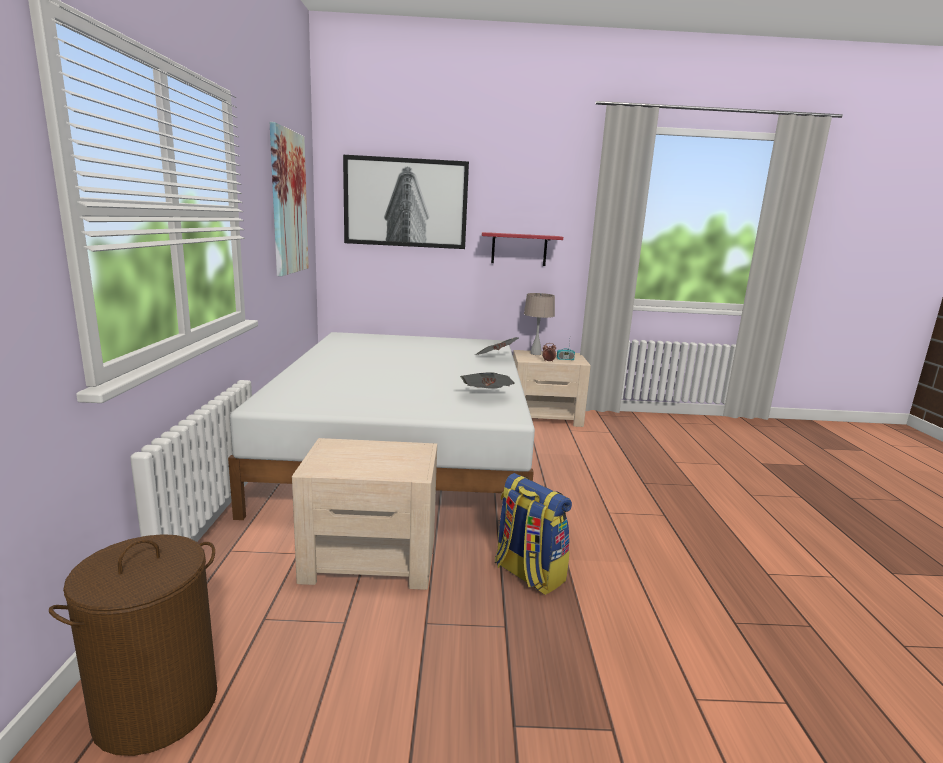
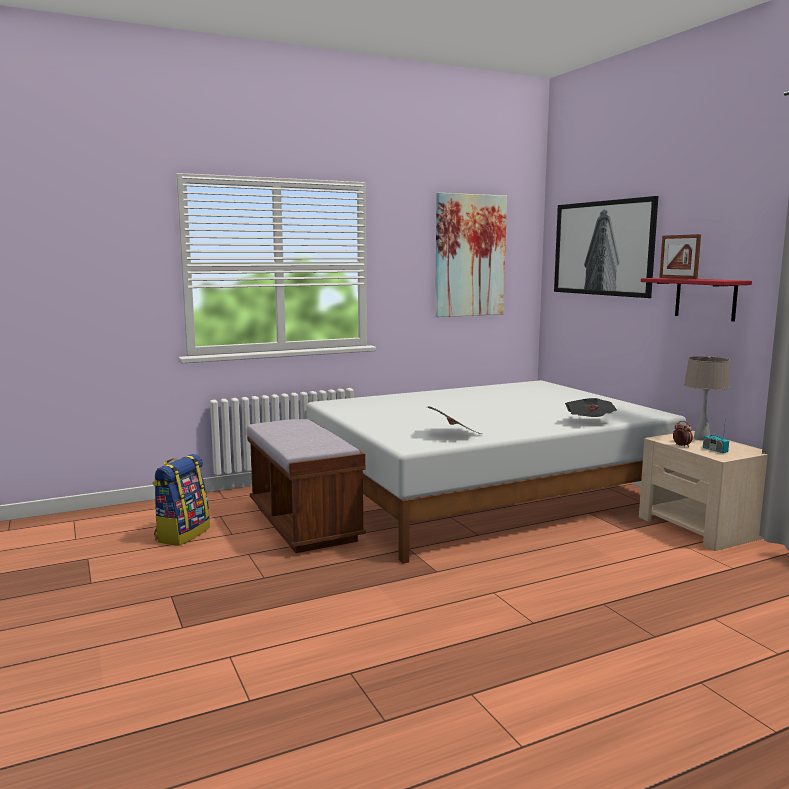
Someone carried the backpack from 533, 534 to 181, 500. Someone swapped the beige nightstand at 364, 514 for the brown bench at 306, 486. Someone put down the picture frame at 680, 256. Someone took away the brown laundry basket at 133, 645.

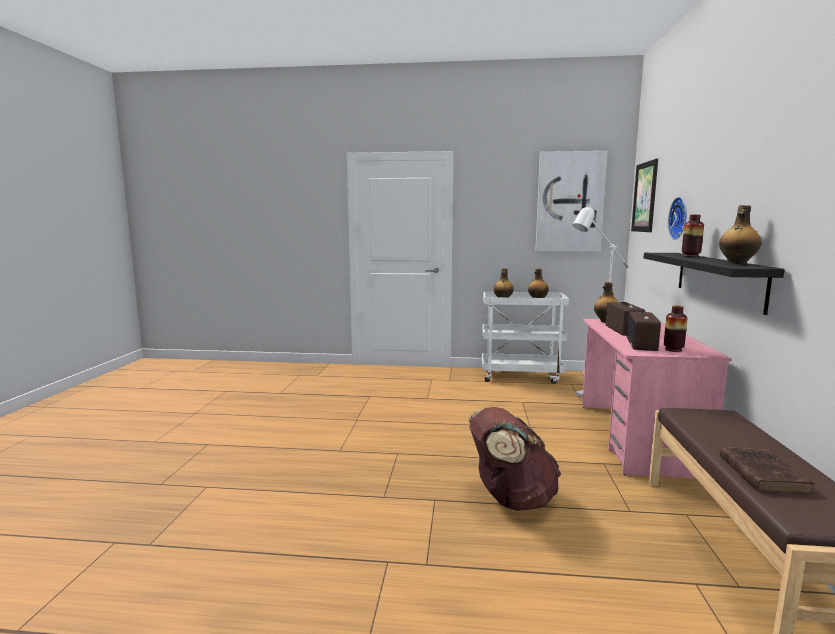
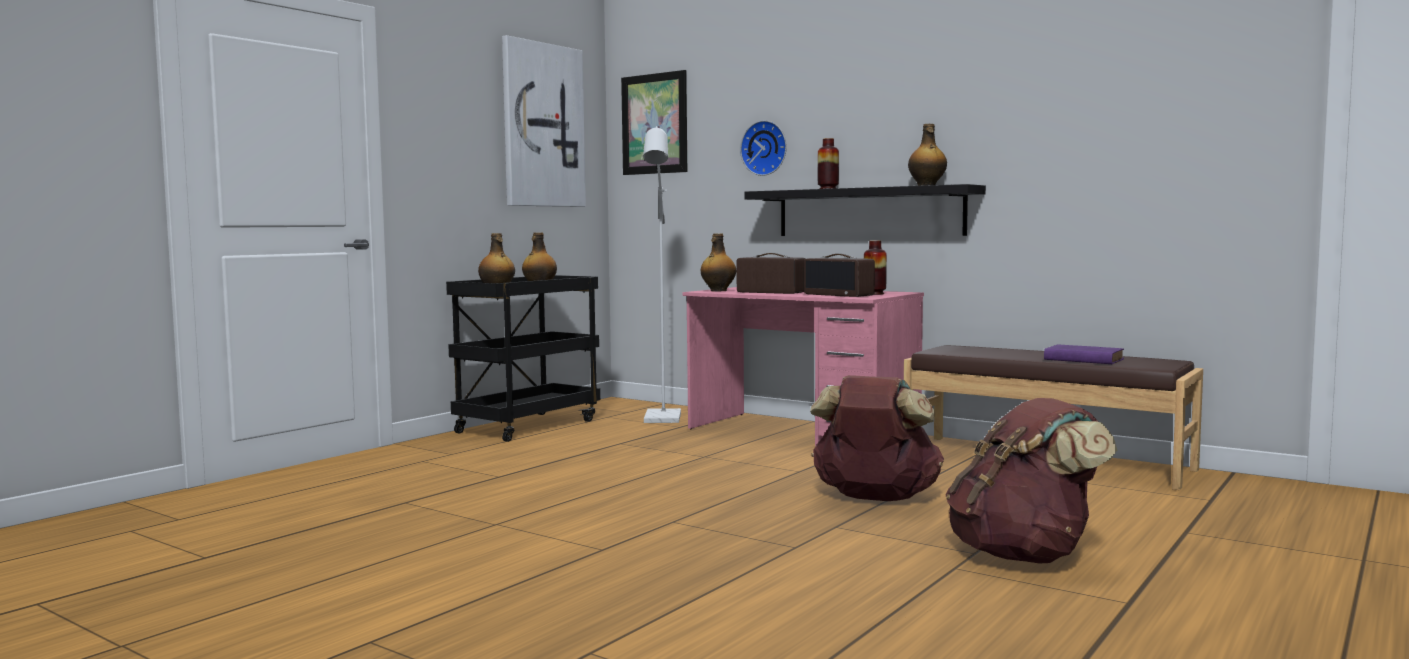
Someone repainted the white cart at 525, 338, which became the black cart at 523, 358. Someone put down the brown backpack at 1031, 480. Someone repainted the brown book at 767, 470, which became the purple book at 1084, 354.

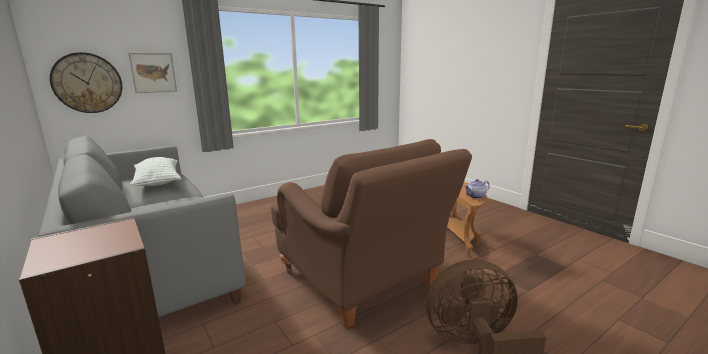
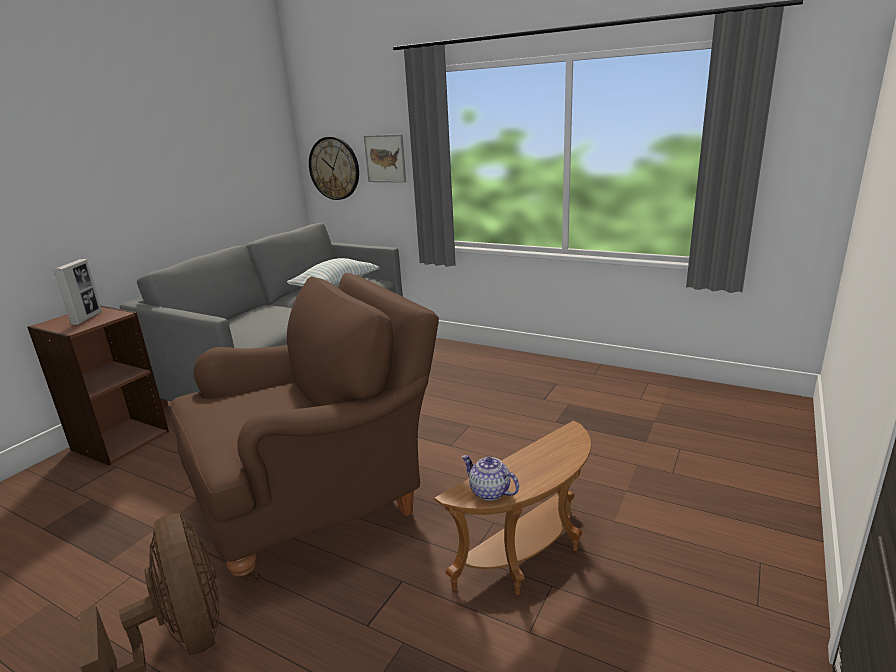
Someone put down the picture frame at 77, 292. Someone rotated the brown armchair at 371, 234 by 150 degrees counterclockwise.

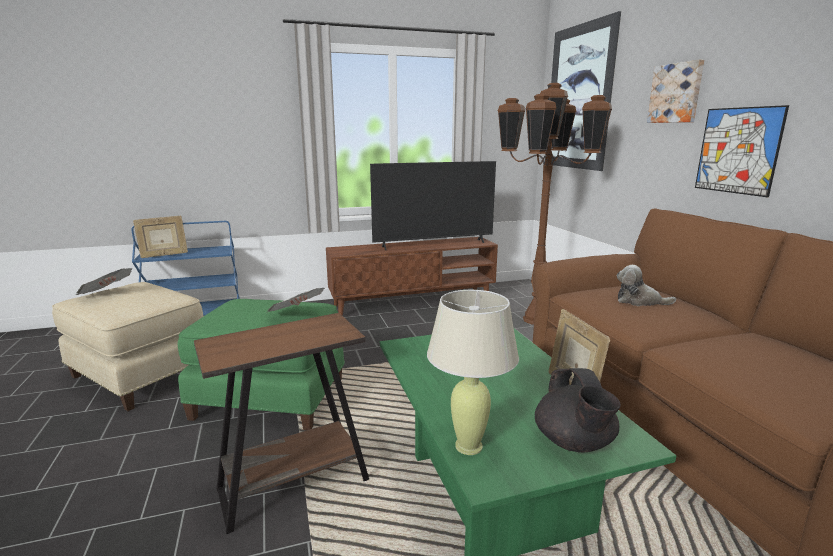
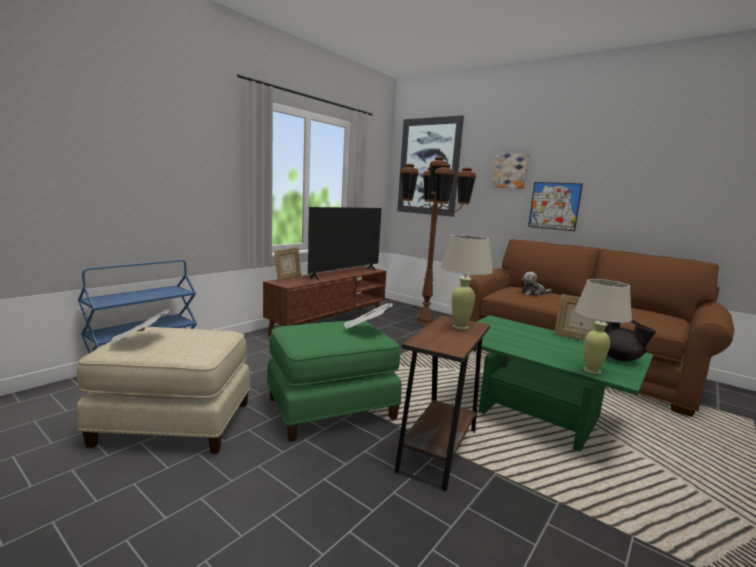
Someone carried the picture frame from 160, 237 to 287, 264. Someone put down the beige table lamp at 467, 282.

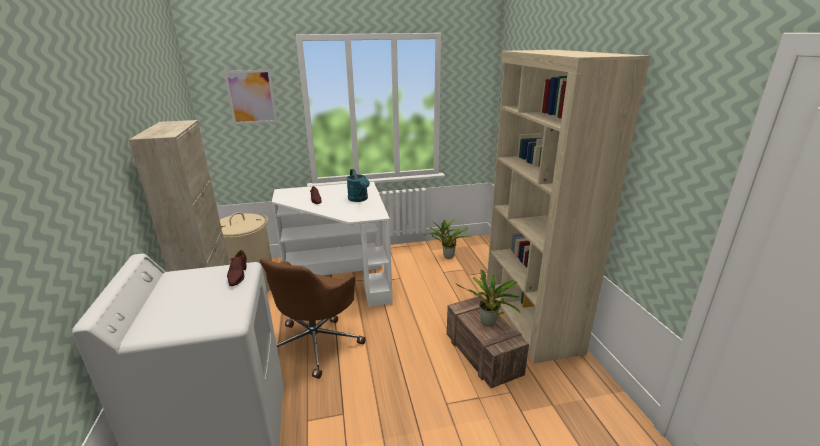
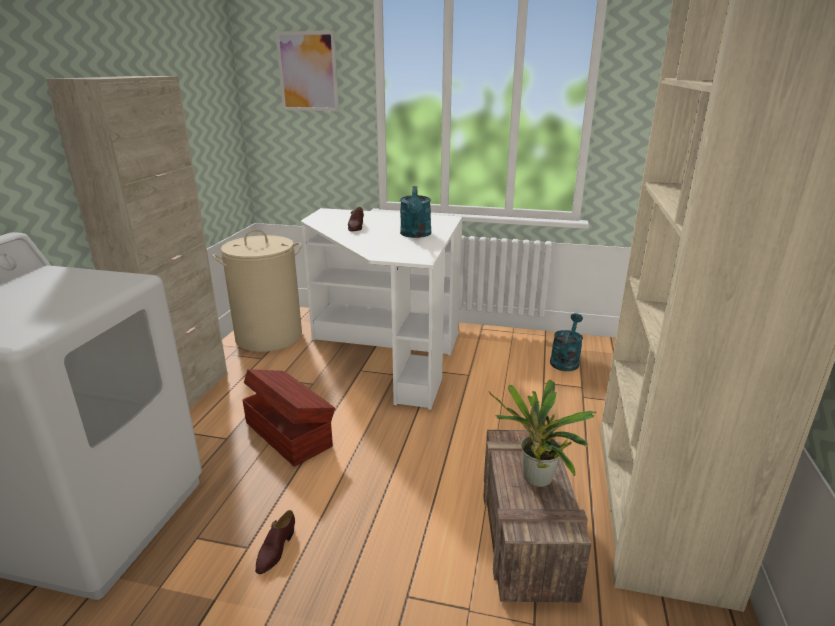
Someone swapped the brown office chair at 313, 318 for the brown storage box at 288, 418. Someone carried the brown shoe from 237, 268 to 275, 542. Someone swapped the potted plant at 447, 239 for the turquoise watering can at 566, 342.

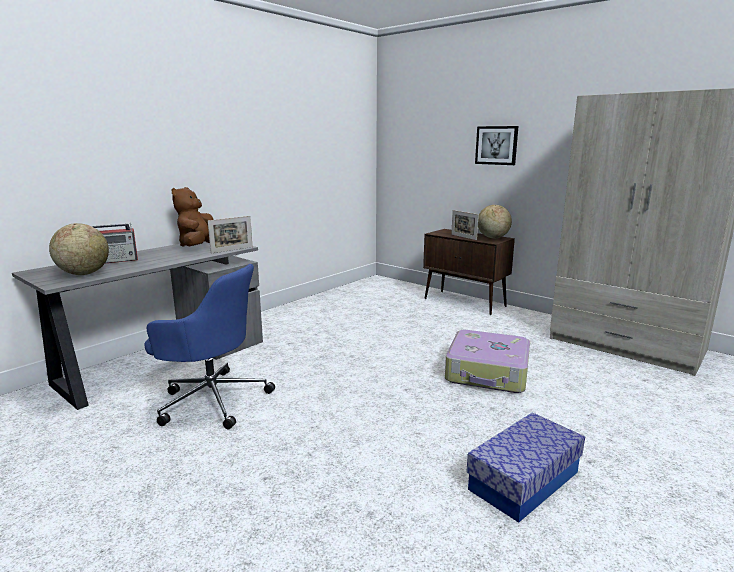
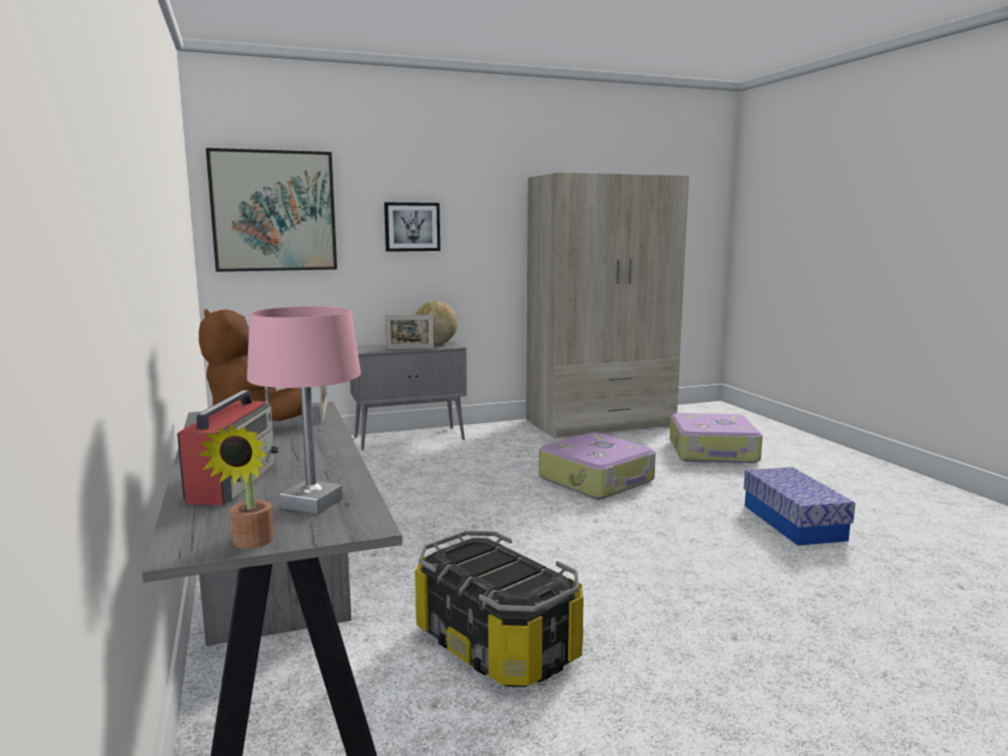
Someone put down the potted plant at 236, 486. Someone put up the picture at 271, 210. Someone swapped the globe at 79, 249 for the pink table lamp at 304, 410. Someone repainted the brown cabinet at 469, 272, which became the grey cabinet at 408, 395. Someone swapped the blue office chair at 209, 346 for the storage box at 499, 609. Someone put down the suitcase at 716, 438.

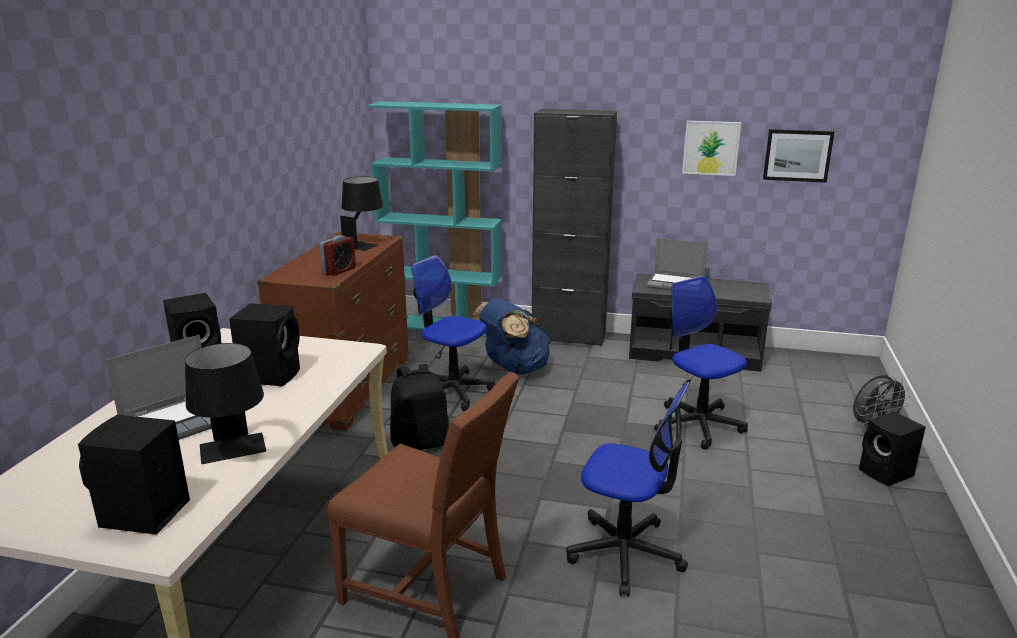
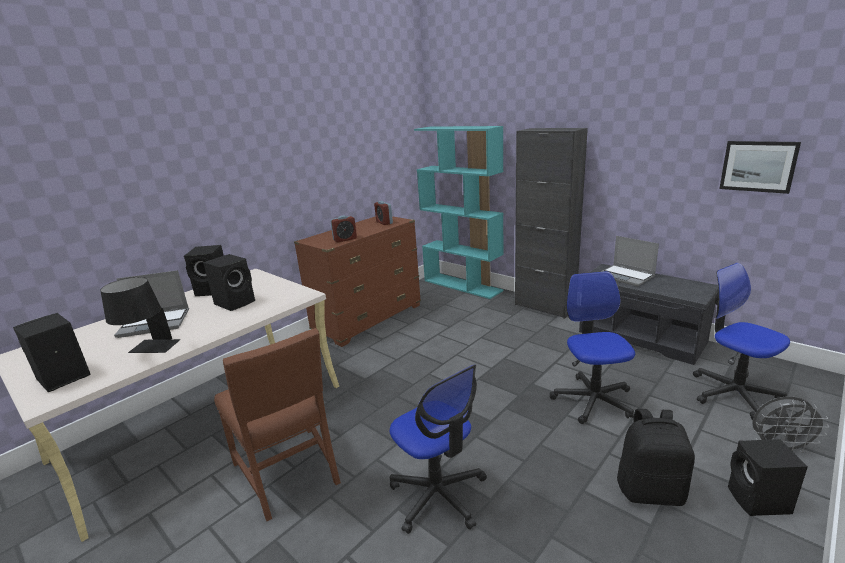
Someone swapped the black table lamp at 361, 213 for the alarm clock at 383, 213. Someone carried the black backpack from 419, 407 to 656, 457. Someone carried the office chair from 453, 333 to 741, 341. Someone took away the blue backpack at 512, 336. Someone took away the picture at 711, 148.

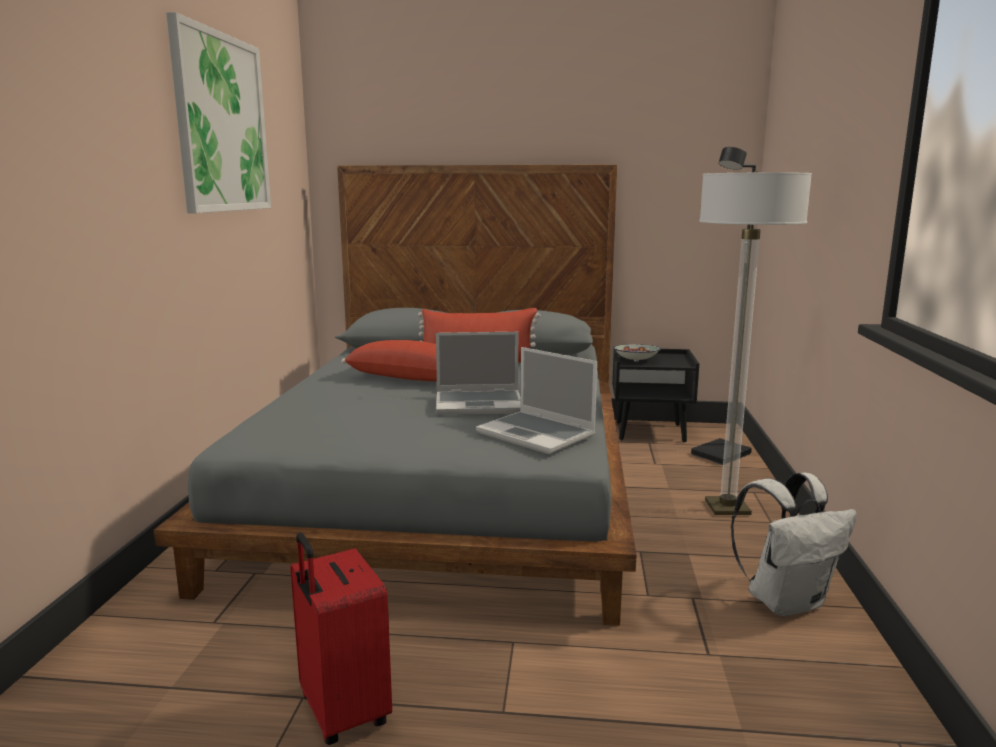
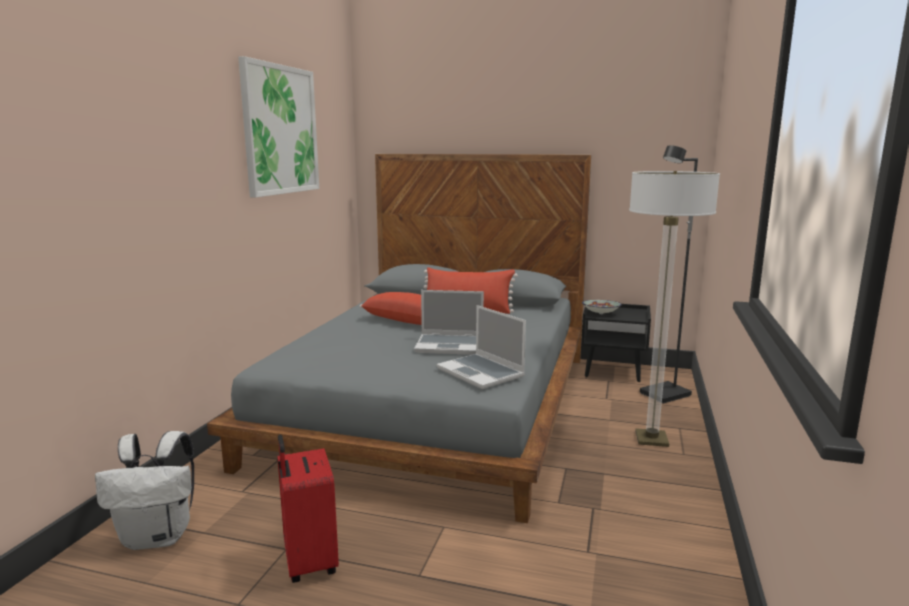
Someone carried the white backpack from 794, 544 to 144, 490.

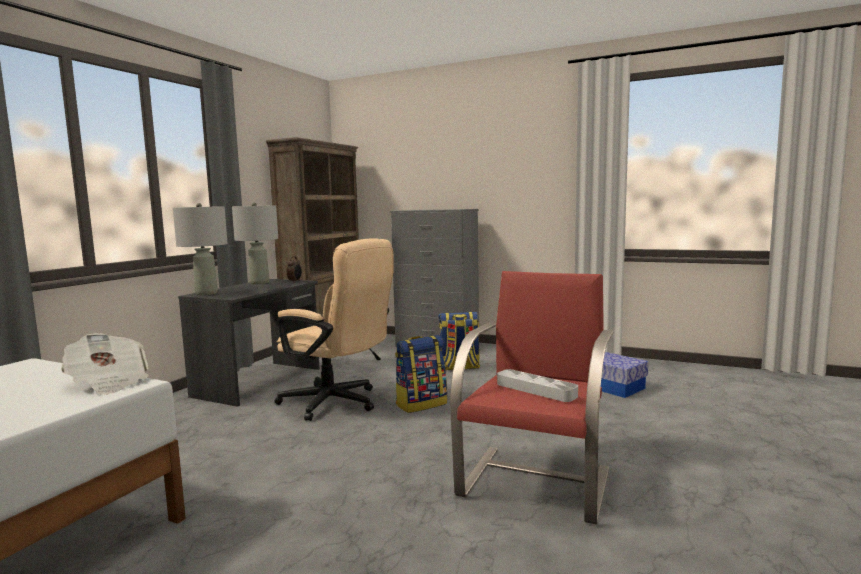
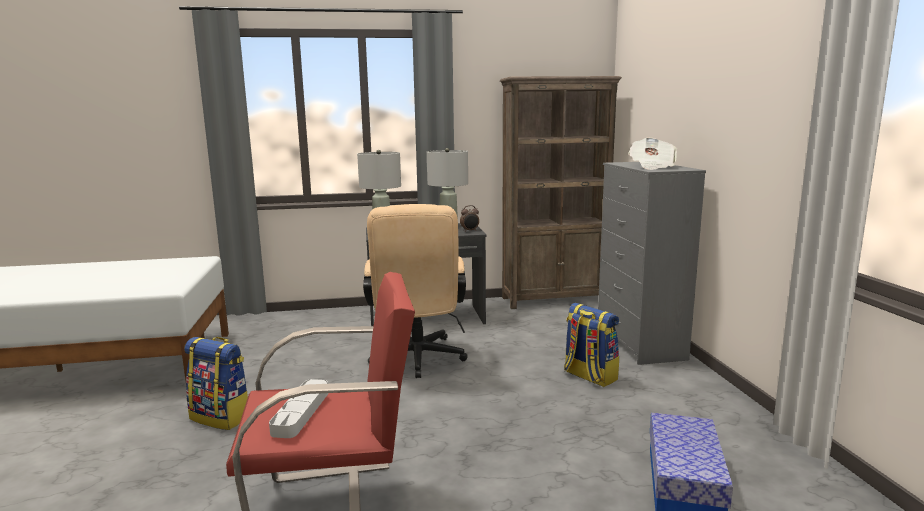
Someone carried the backpack from 421, 374 to 216, 383. Someone carried the newspaper from 105, 364 to 652, 154.

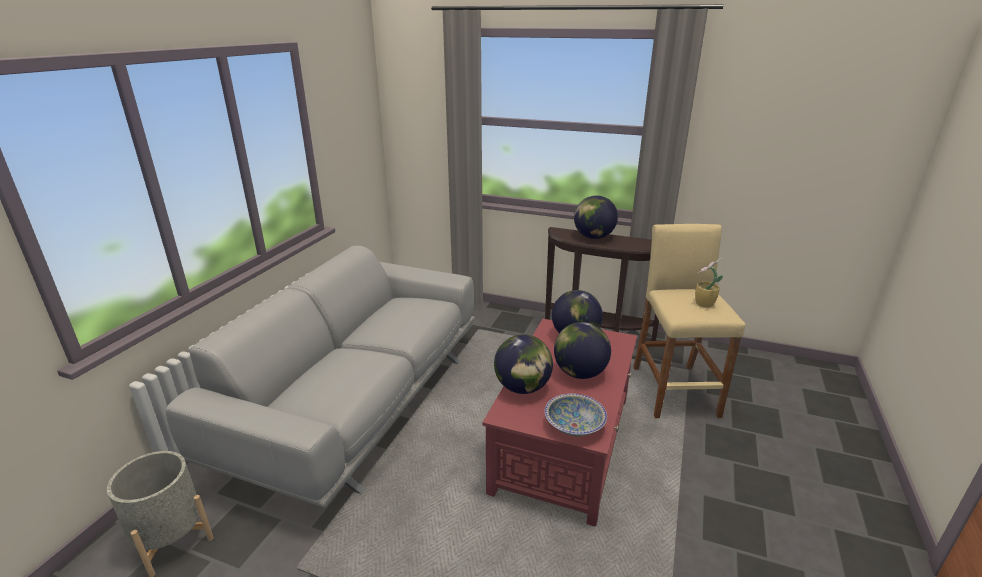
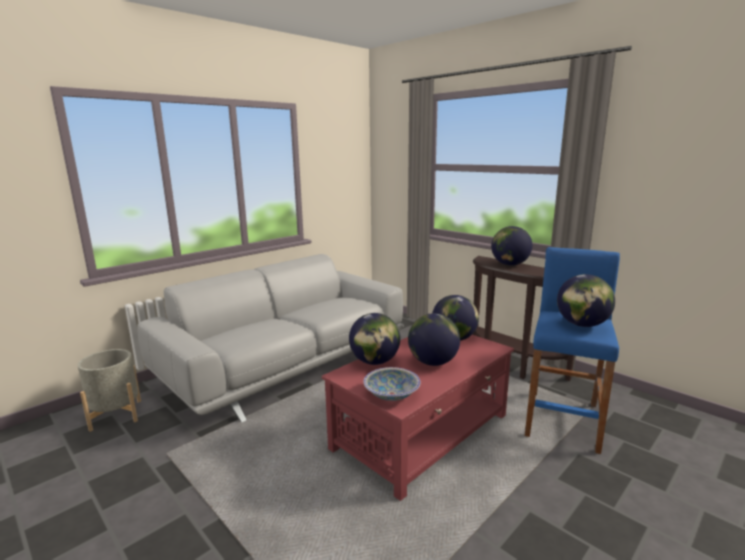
Someone repainted the beige stool at 689, 321, which became the blue stool at 572, 350. Someone swapped the potted plant at 709, 283 for the globe at 586, 300.

